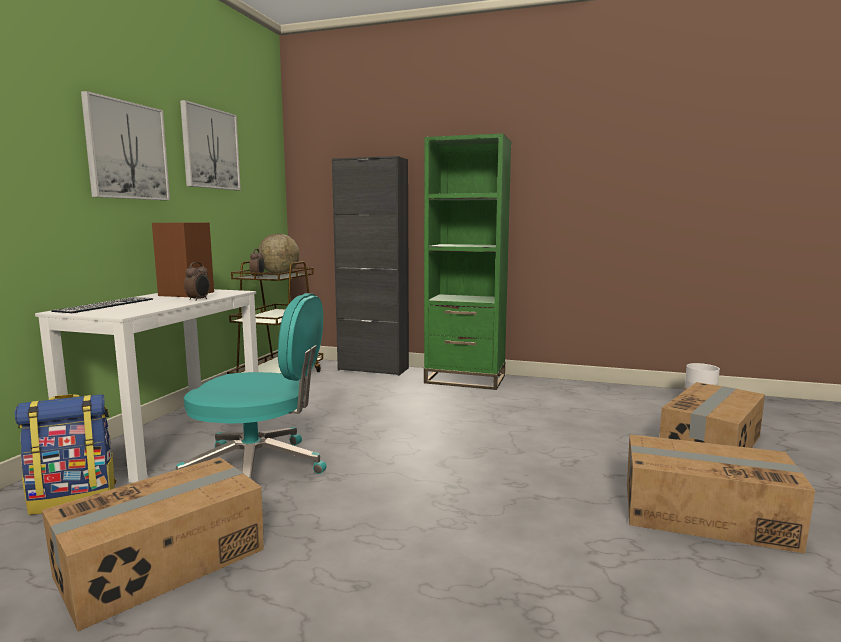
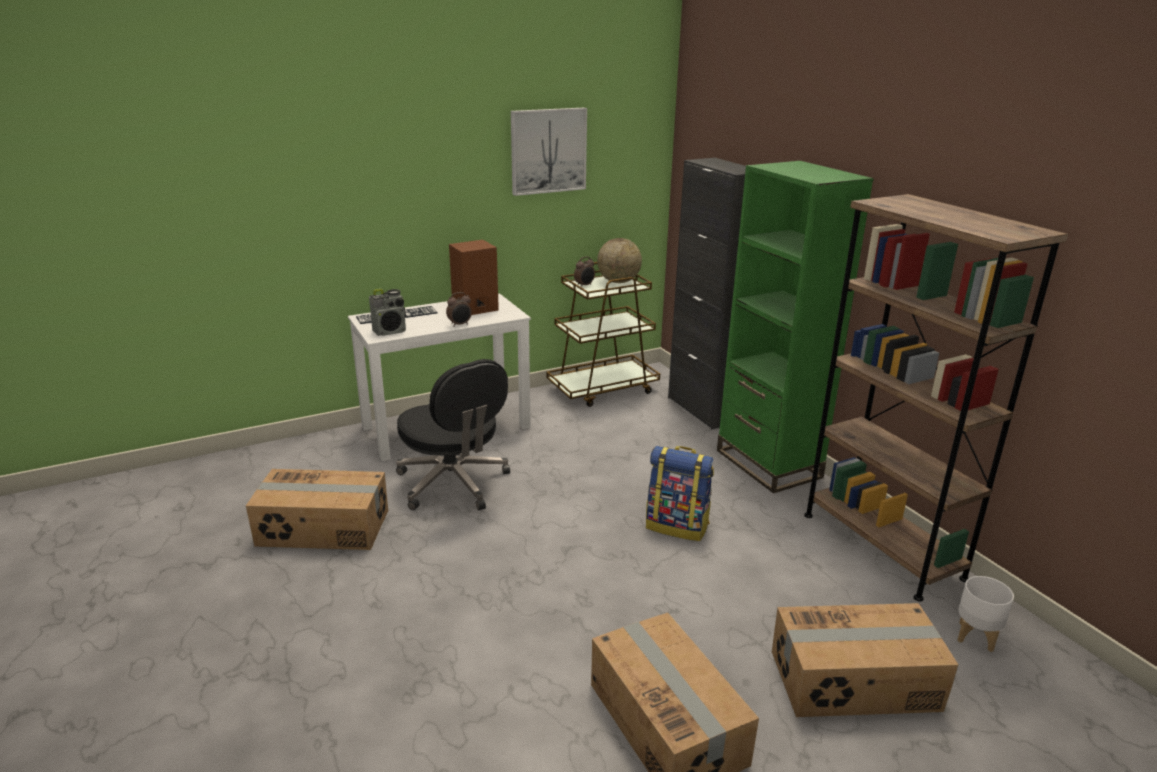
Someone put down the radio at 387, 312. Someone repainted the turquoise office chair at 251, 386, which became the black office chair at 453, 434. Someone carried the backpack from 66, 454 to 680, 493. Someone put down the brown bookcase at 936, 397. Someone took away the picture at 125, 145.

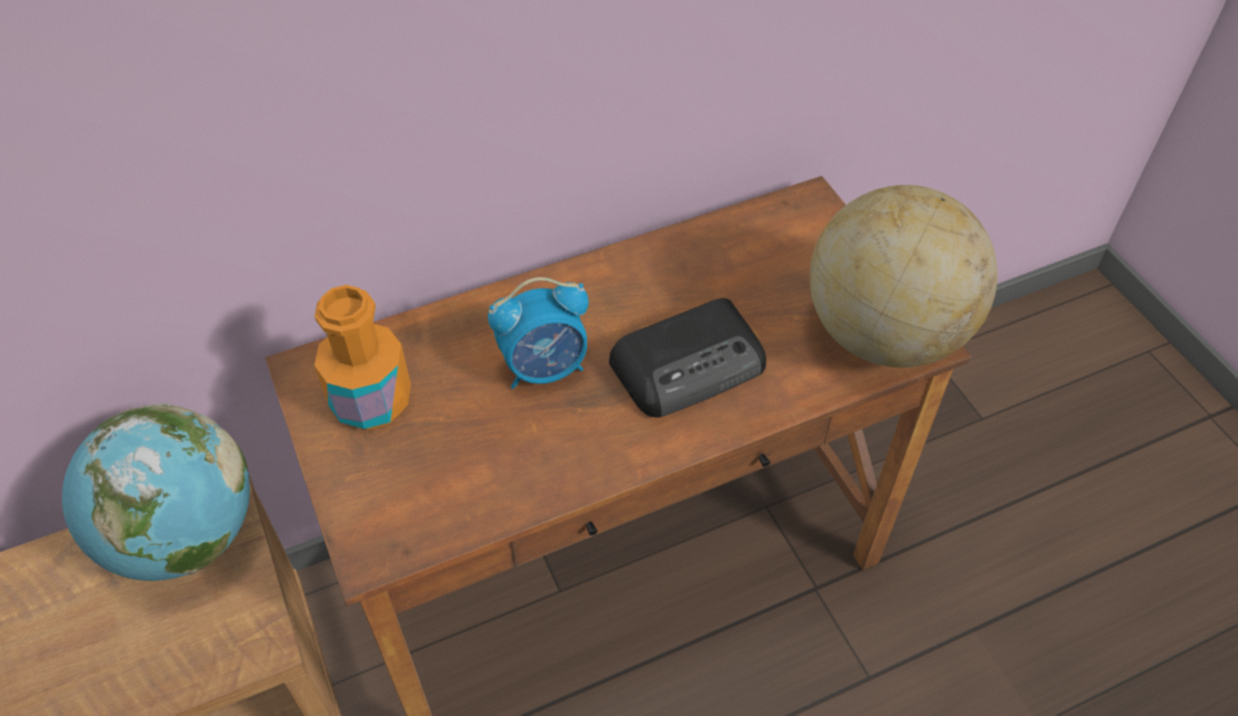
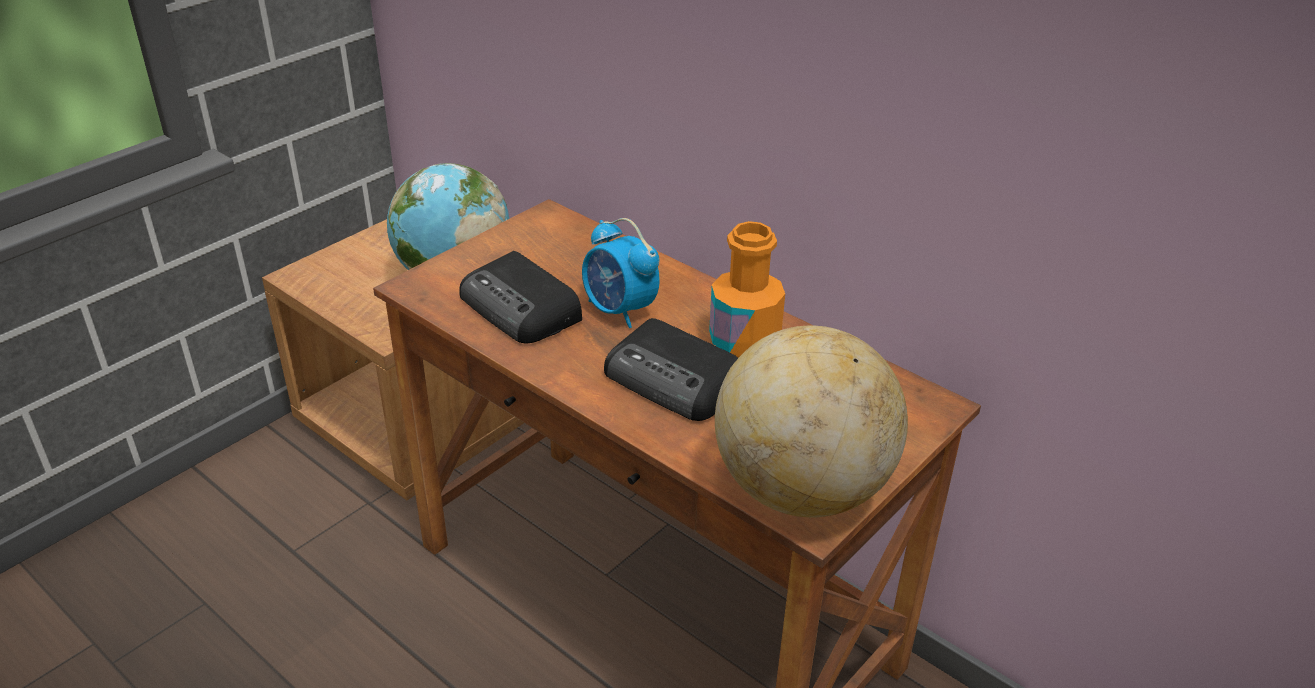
Someone put down the radio at 520, 297. Someone carried the orange bottle from 362, 357 to 747, 289.

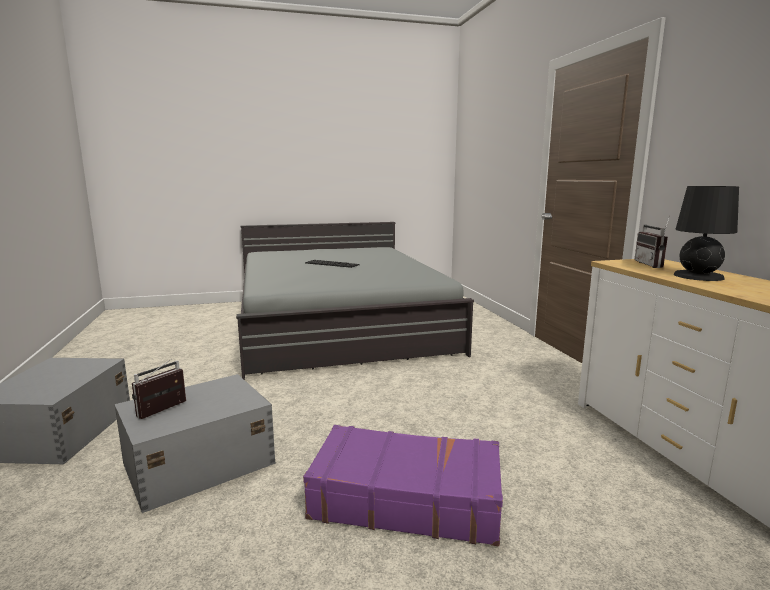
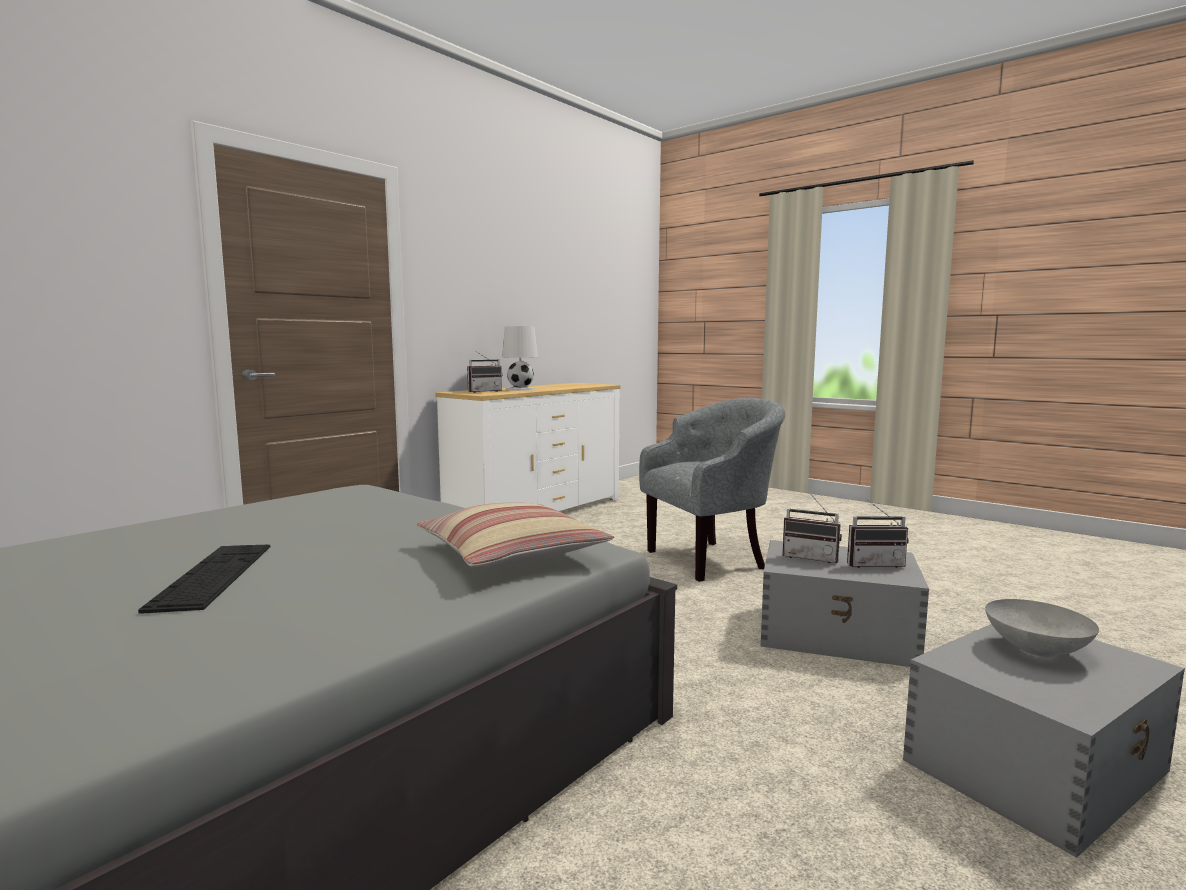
Someone put down the pillow at 515, 534. Someone repainted the black table lamp at 706, 233, which became the white table lamp at 520, 358. Someone swapped the purple suitcase at 403, 486 for the grey armchair at 712, 490. Someone put down the radio at 812, 528. Someone put down the grey bowl at 1042, 628.

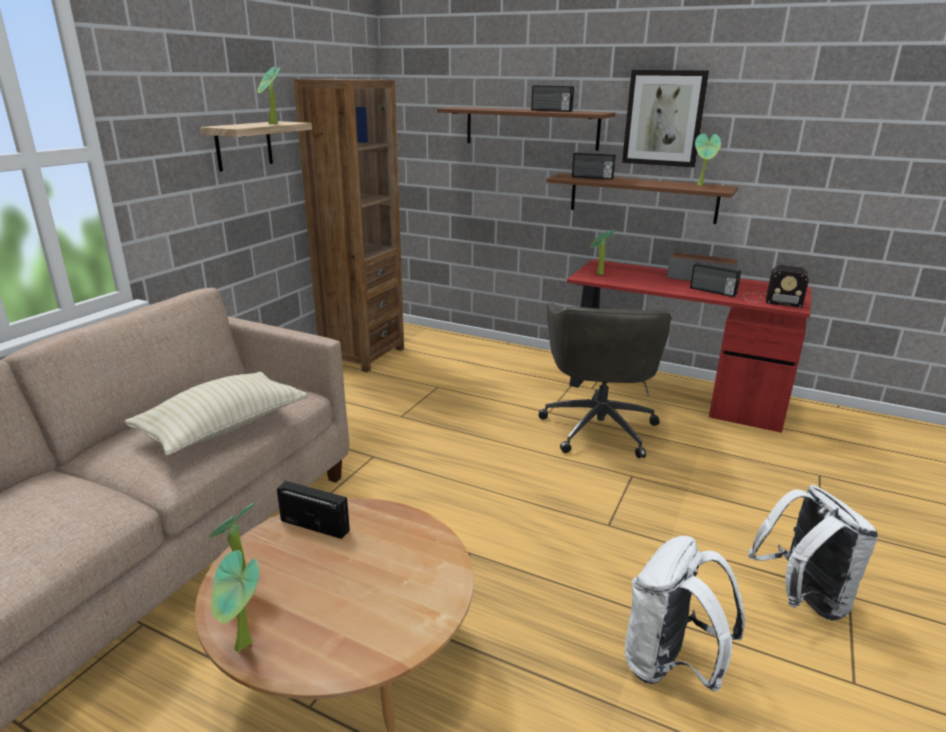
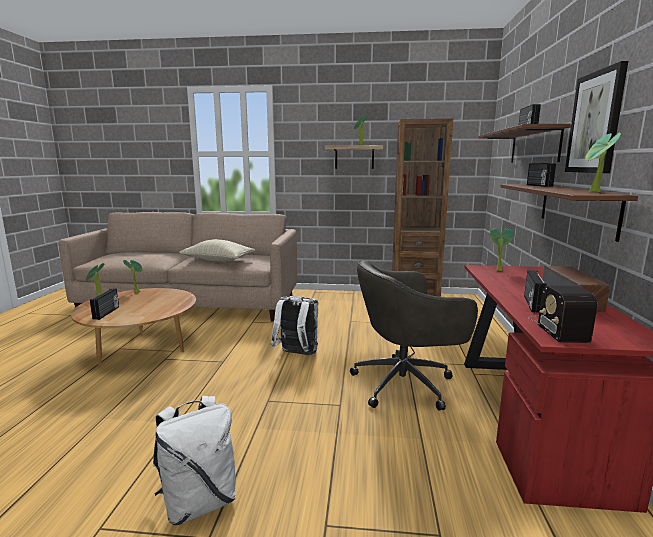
Someone carried the radio from 313, 510 to 104, 304. Someone carried the white backpack from 685, 613 to 294, 325.

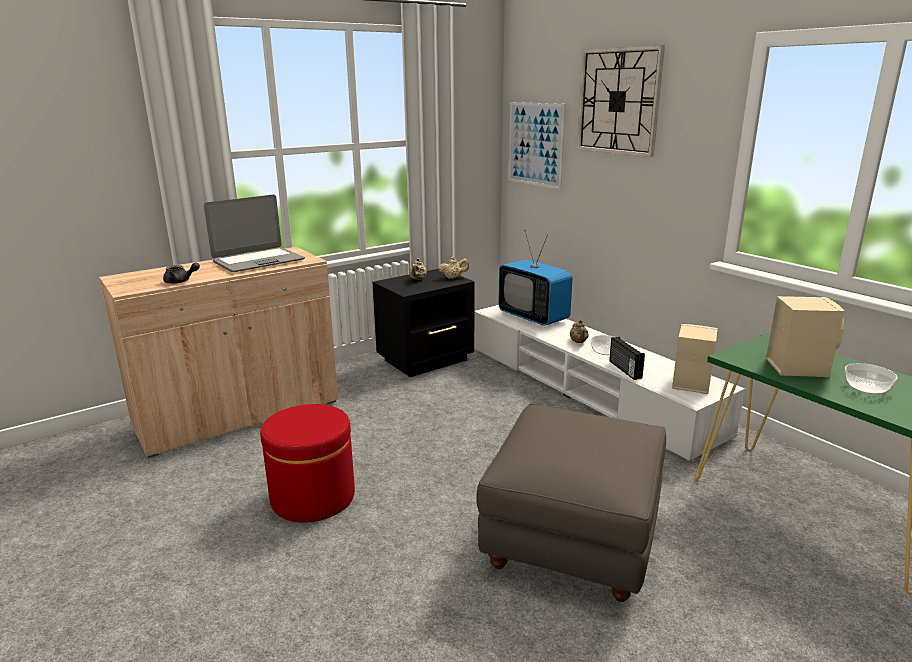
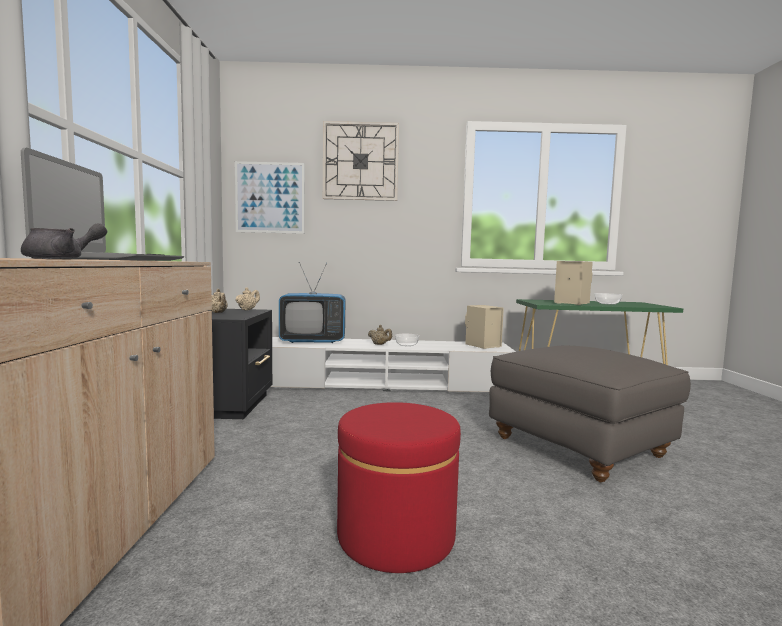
Someone took away the radio at 627, 358.

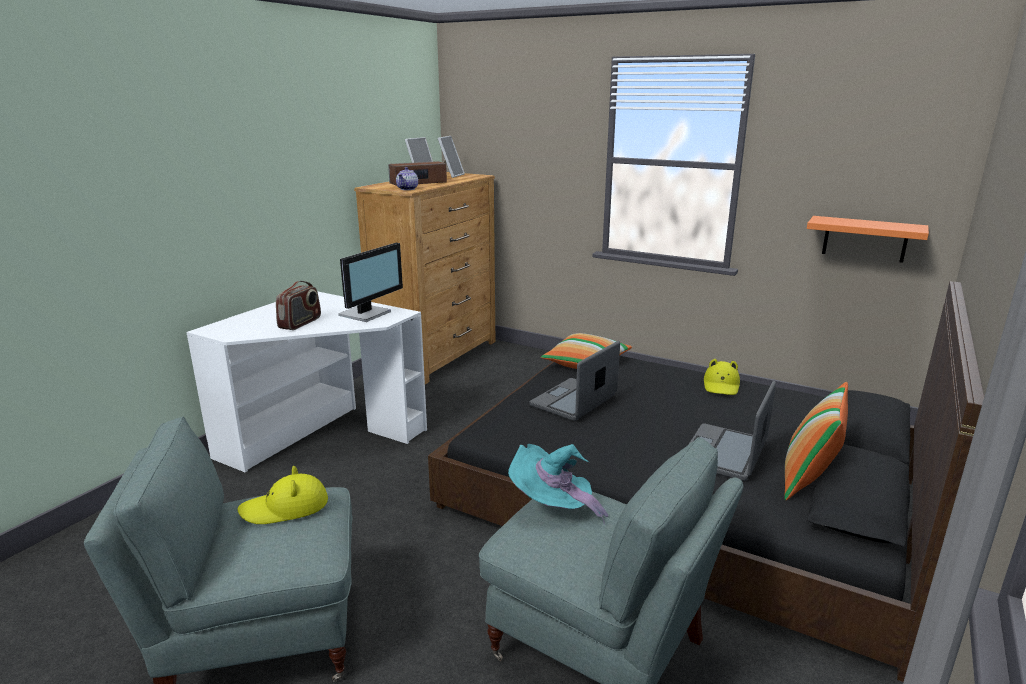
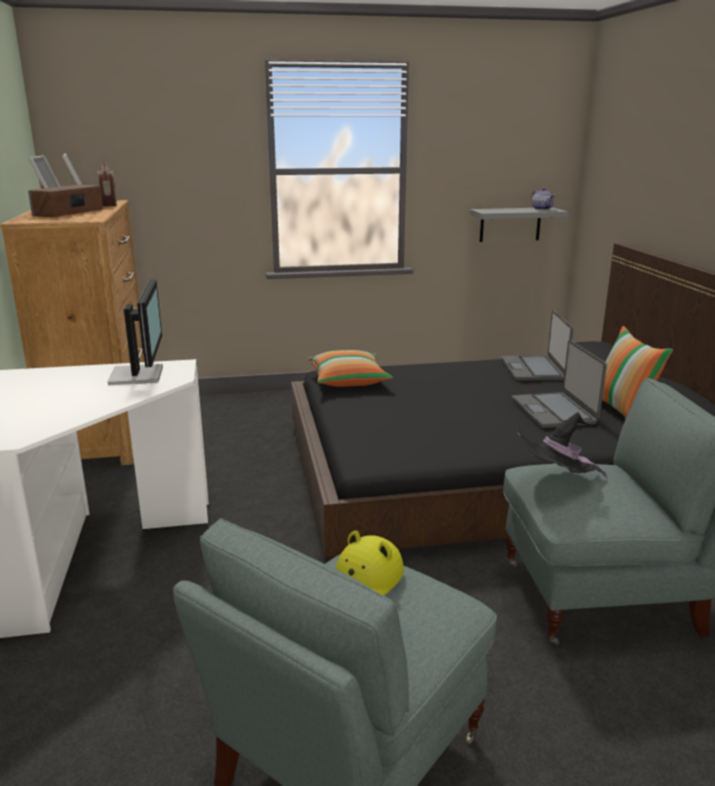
Someone carried the radio from 298, 305 to 107, 184. Someone repainted the orange shelf at 868, 239, which became the grey shelf at 519, 224. Someone carried the laptop from 574, 381 to 537, 345. Someone repainted the turquoise hat at 558, 484, which became the black hat at 562, 445. Someone carried the teapot from 407, 178 to 543, 199. Someone took away the yellow hat at 722, 377.

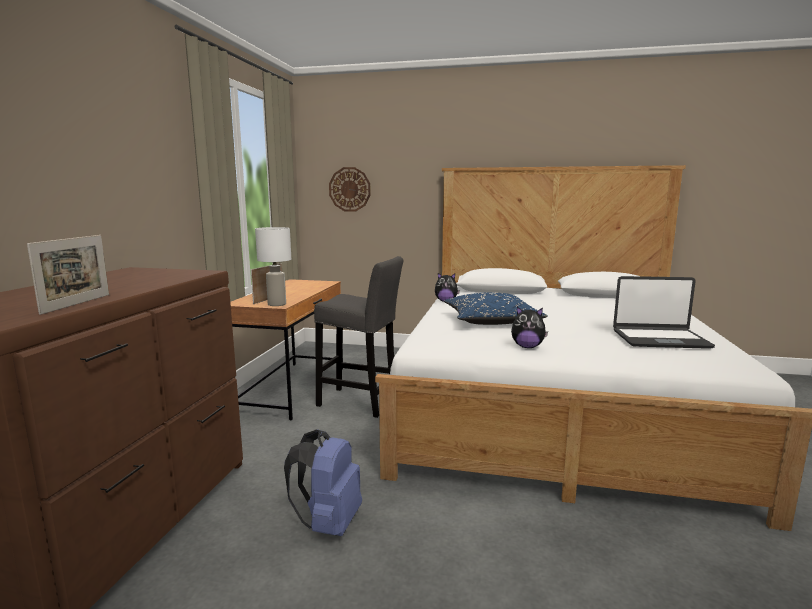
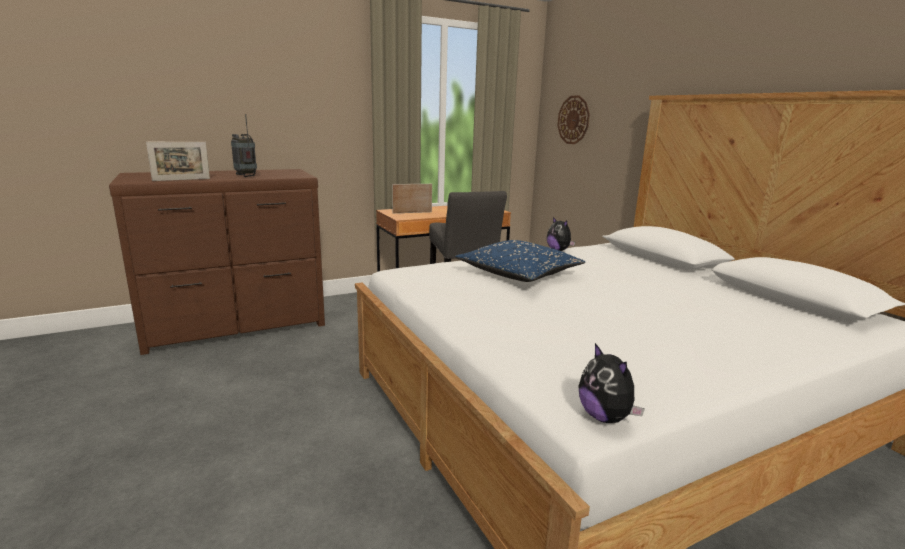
Someone put down the radio at 244, 145. Someone carried the plush toy from 529, 327 to 611, 383. Someone took away the white table lamp at 273, 266. Someone took away the blue backpack at 323, 482. Someone took away the laptop at 664, 312.

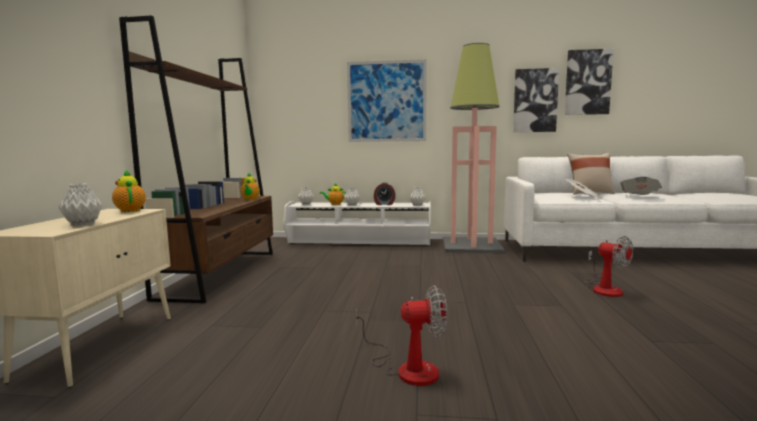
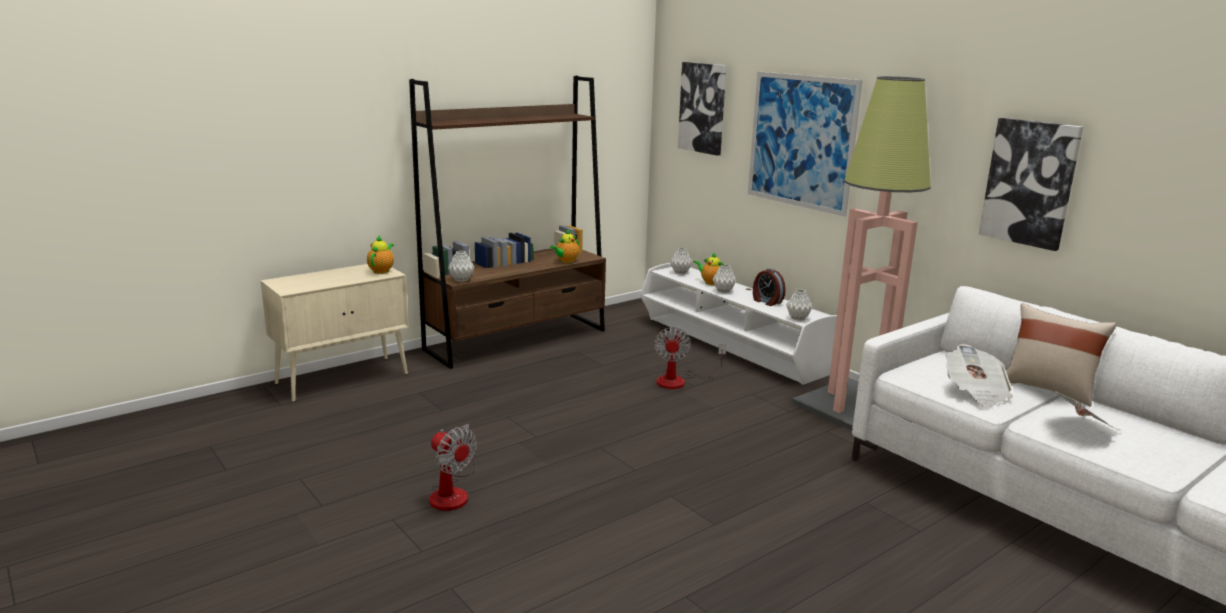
Someone carried the grey vase from 80, 205 to 461, 266. Someone carried the fan from 609, 266 to 690, 358. Someone carried the picture from 589, 82 to 702, 108.

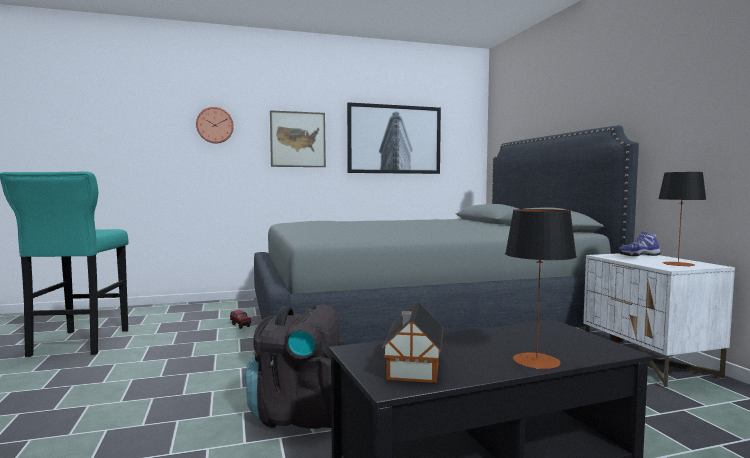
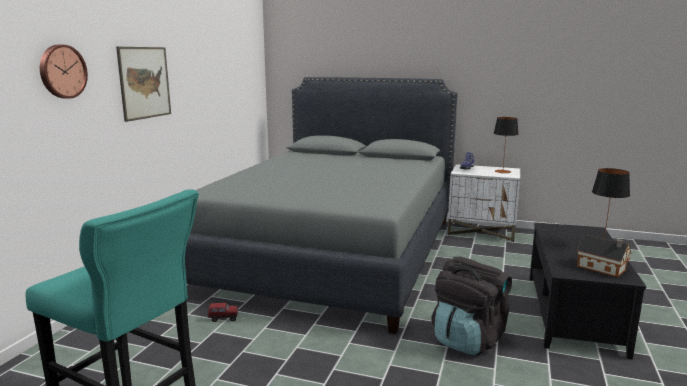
Someone took away the picture at 394, 138.

